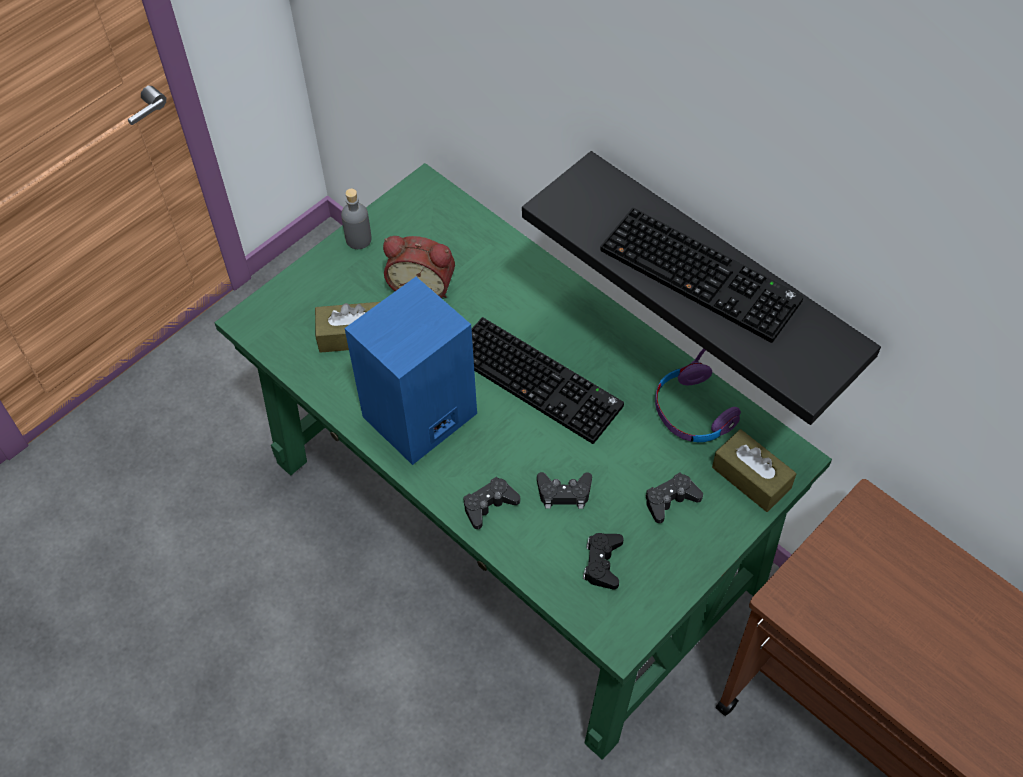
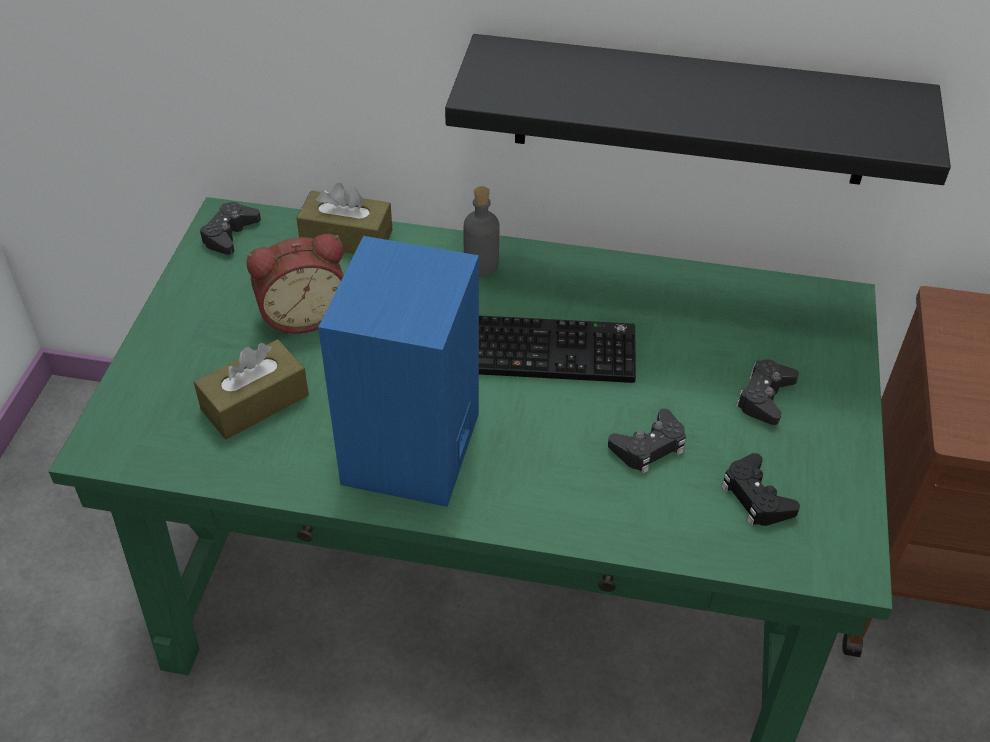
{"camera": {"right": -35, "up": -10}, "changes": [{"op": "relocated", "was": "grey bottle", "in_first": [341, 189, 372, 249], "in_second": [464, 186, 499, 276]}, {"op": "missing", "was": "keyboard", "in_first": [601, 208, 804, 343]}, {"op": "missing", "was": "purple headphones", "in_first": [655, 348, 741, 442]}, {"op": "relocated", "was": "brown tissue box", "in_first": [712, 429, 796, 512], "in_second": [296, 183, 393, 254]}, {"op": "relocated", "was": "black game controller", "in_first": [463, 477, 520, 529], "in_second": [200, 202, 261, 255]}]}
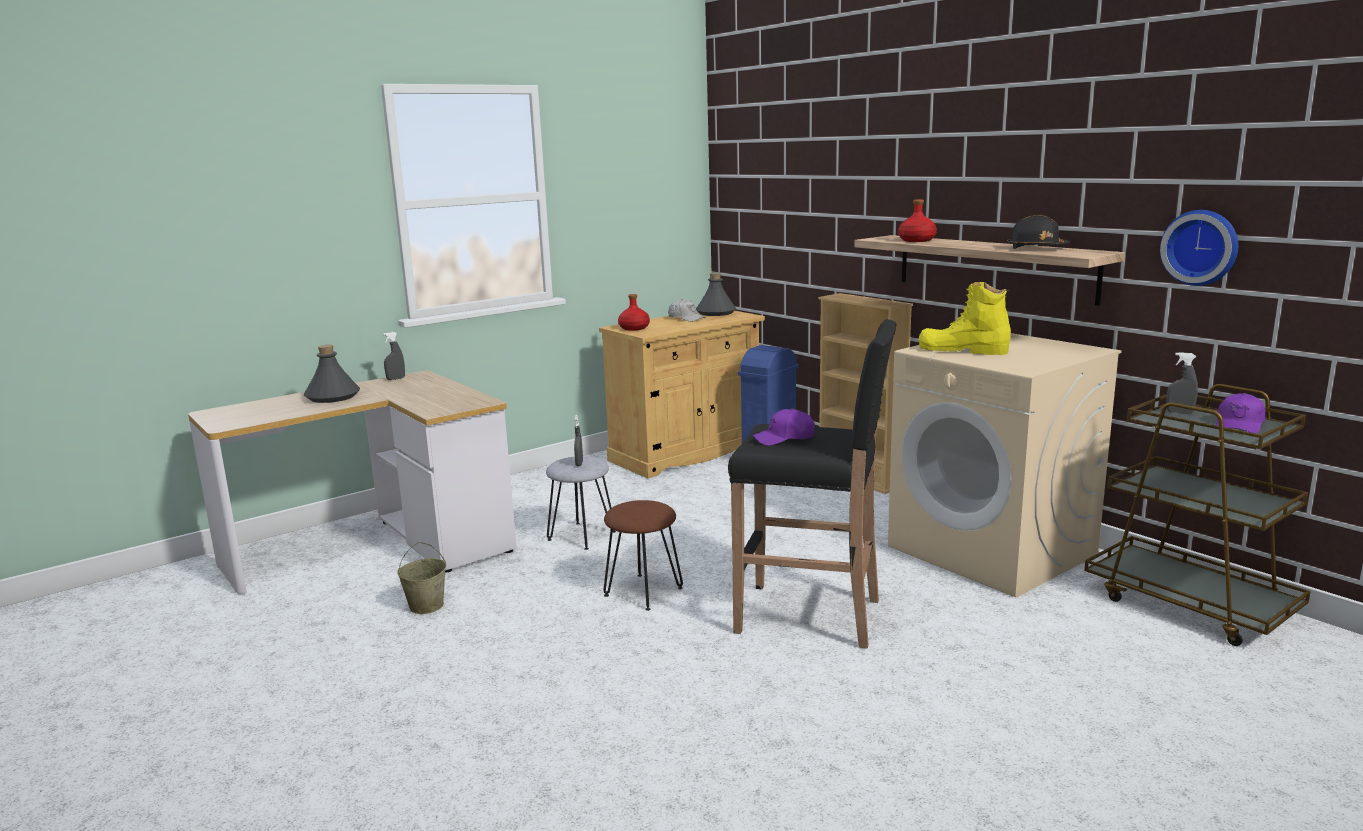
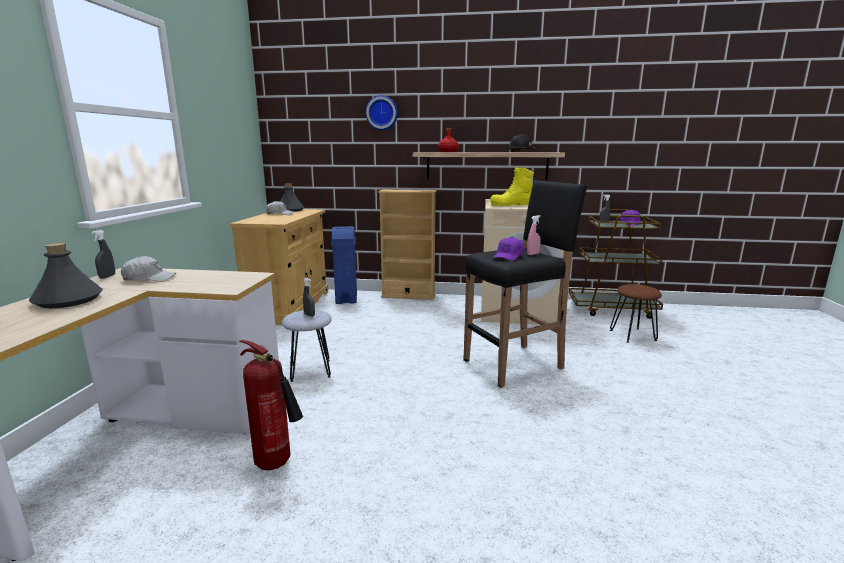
{"camera": {"right": -45, "up": 0}, "changes": [{"op": "relocated", "was": "wall clock", "in_first": [1160, 210, 1238, 286], "in_second": [366, 95, 398, 130]}, {"op": "missing", "was": "red bottle", "in_first": [618, 294, 650, 331]}, {"op": "relocated", "was": "brown stool", "in_first": [603, 500, 683, 611], "in_second": [610, 284, 662, 343]}, {"op": "exchanged", "was": "beige bucket", "now": "fire extinguisher", "in_first": [397, 542, 446, 614], "in_second": [239, 340, 303, 470]}, {"op": "appeared", "now": "pink spray bottle", "in_second": [527, 215, 541, 255]}, {"op": "appeared", "now": "white cap", "in_second": [121, 256, 176, 282]}]}
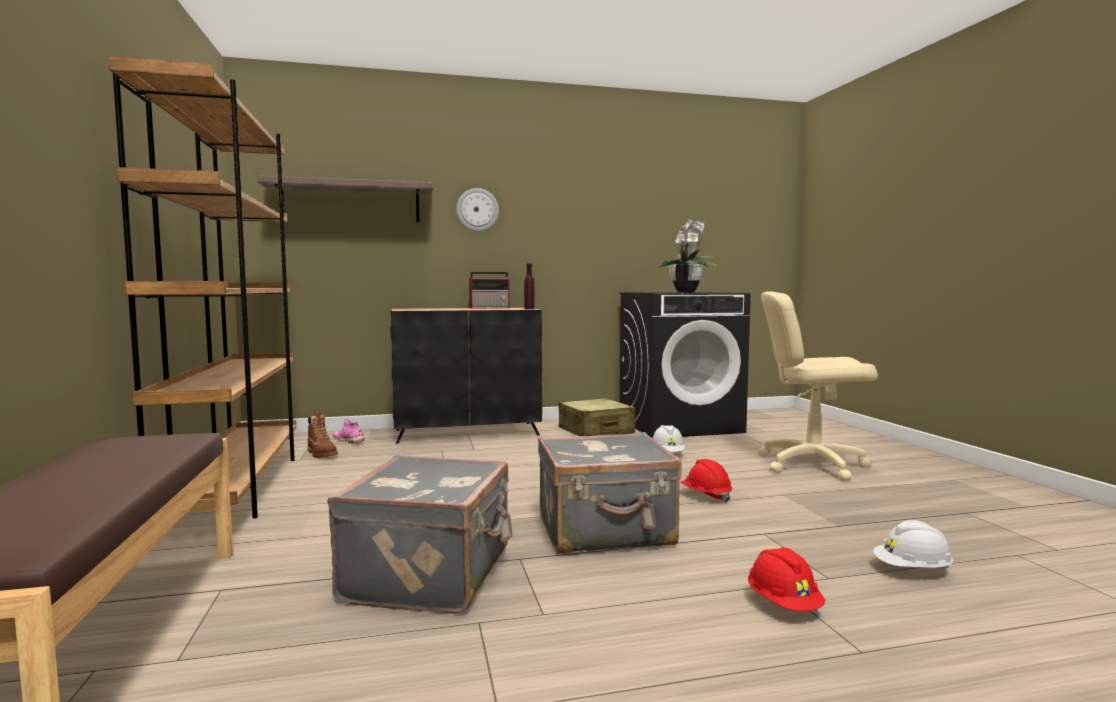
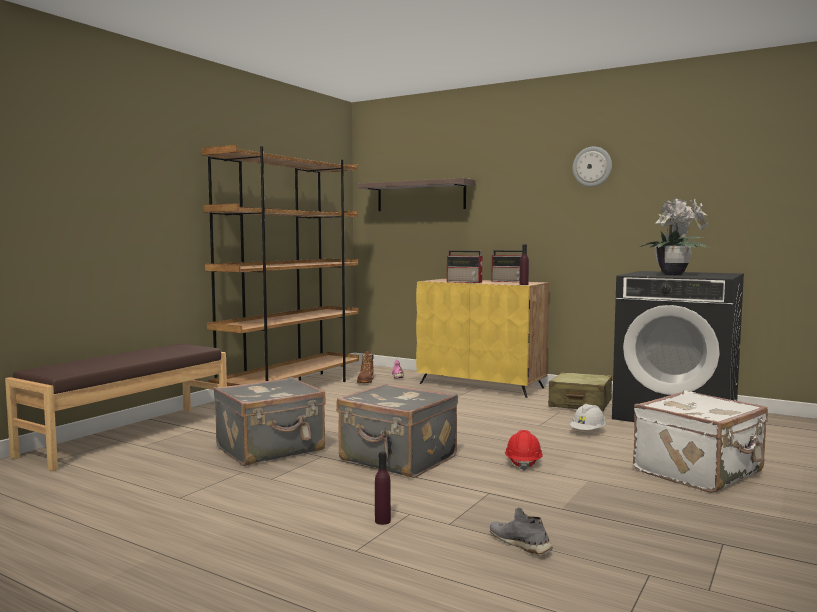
{"camera": {"right": 45, "up": 0}, "changes": [{"op": "relocated", "was": "wall clock", "in_first": [456, 188, 499, 232], "in_second": [573, 147, 612, 187]}, {"op": "exchanged", "was": "beige office chair", "now": "white suitcase", "in_first": [758, 291, 878, 481], "in_second": [633, 390, 768, 493]}, {"op": "colour", "was": "black cabinet", "now": "yellow cabinet", "in_first": [390, 308, 542, 444], "in_second": [416, 279, 549, 398]}, {"op": "exchanged", "was": "white hard hat", "now": "grey shoe", "in_first": [873, 520, 954, 569], "in_second": [490, 508, 553, 556]}, {"op": "exchanged", "was": "red hard hat", "now": "purple bottle", "in_first": [748, 547, 825, 611], "in_second": [375, 451, 391, 525]}, {"op": "appeared", "now": "radio", "in_second": [447, 250, 483, 283]}]}
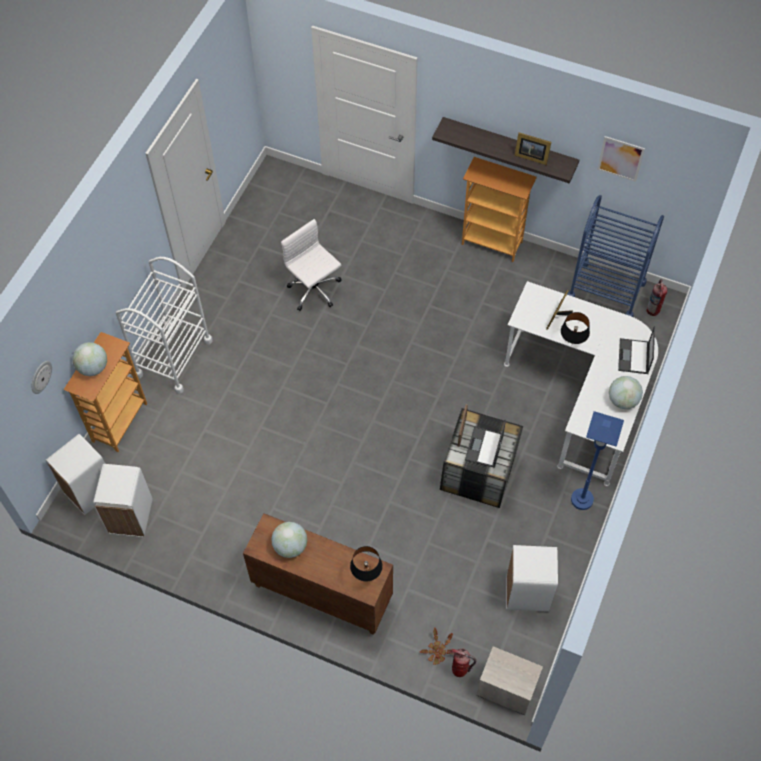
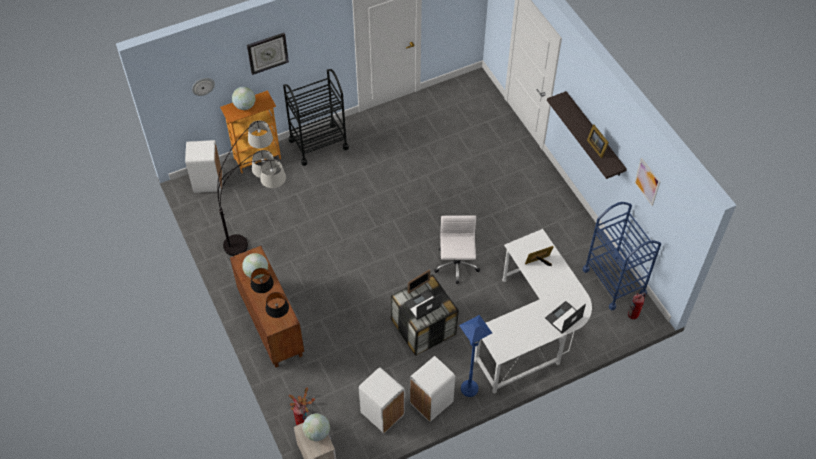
{"camera": {"right": 40, "up": -5}, "changes": [{"op": "missing", "was": "bookcase", "in_first": [462, 157, 537, 262]}, {"op": "relocated", "was": "white office chair", "in_first": [281, 219, 342, 311], "in_second": [434, 216, 480, 284]}, {"op": "colour", "was": "white cart", "now": "black cart", "in_first": [116, 257, 213, 394], "in_second": [283, 69, 349, 166]}, {"op": "relocated", "was": "black table lamp", "in_first": [561, 312, 590, 344], "in_second": [251, 268, 274, 295]}, {"op": "relocated", "was": "globe", "in_first": [609, 376, 643, 409], "in_second": [303, 414, 330, 441]}, {"op": "relocated", "was": "white trash can", "in_first": [93, 464, 153, 537], "in_second": [410, 356, 455, 422]}, {"op": "appeared", "now": "wall clock", "in_second": [247, 33, 289, 75]}, {"op": "appeared", "now": "floor lamp", "in_second": [217, 121, 286, 256]}]}
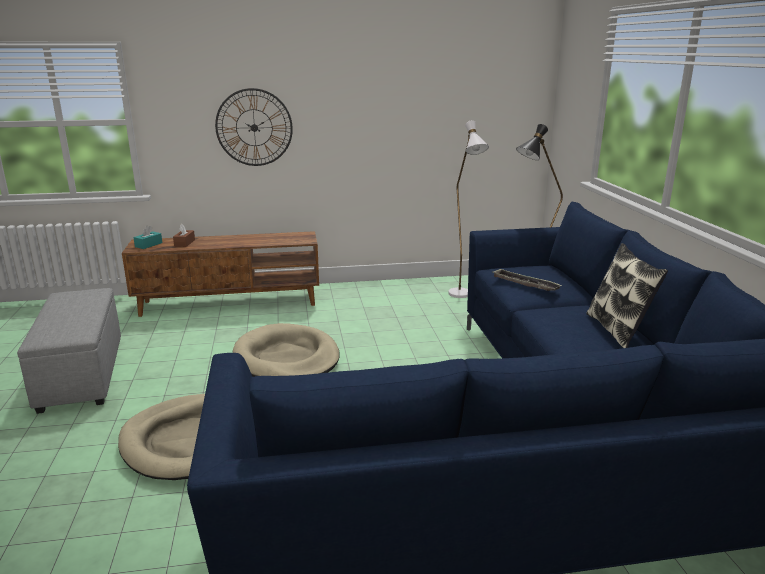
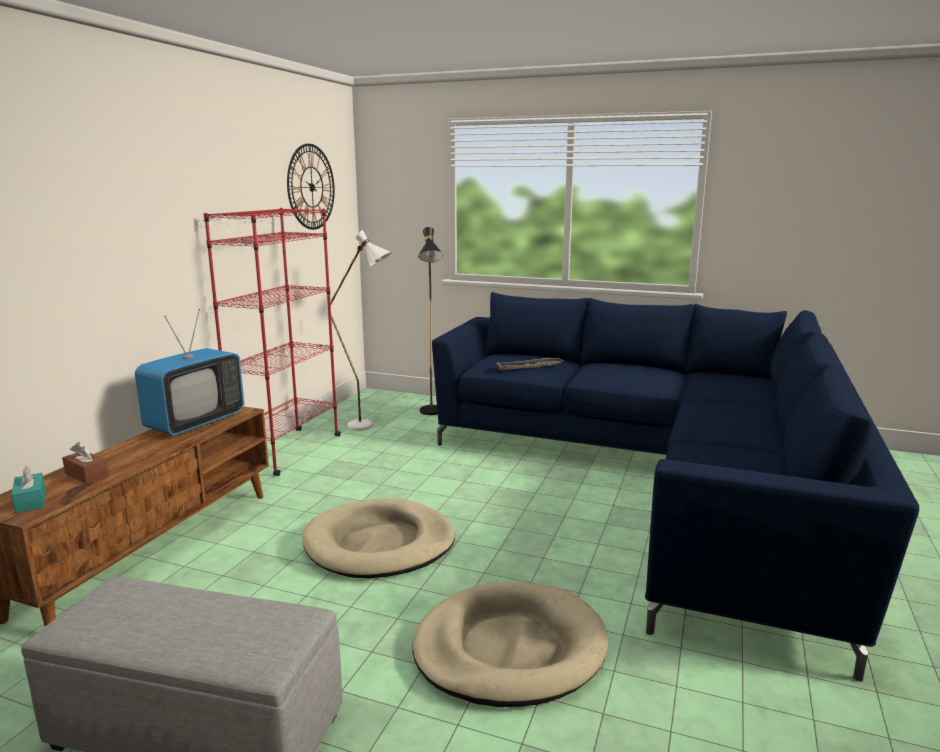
{"camera": {"right": -60, "up": -5}, "changes": [{"op": "relocated", "was": "wall clock", "in_first": [215, 88, 293, 166], "in_second": [287, 144, 335, 230]}, {"op": "missing", "was": "pillow", "in_first": [586, 243, 668, 348]}, {"op": "appeared", "now": "red bookcase", "in_second": [204, 208, 341, 476]}, {"op": "appeared", "now": "television", "in_second": [135, 309, 244, 435]}]}
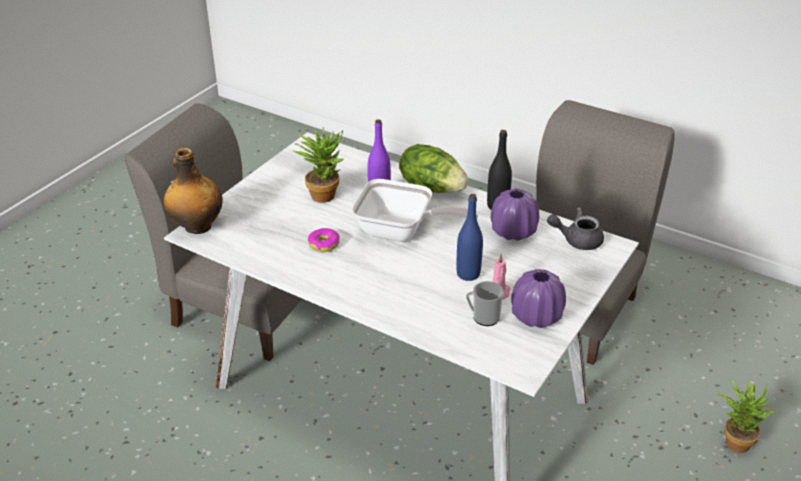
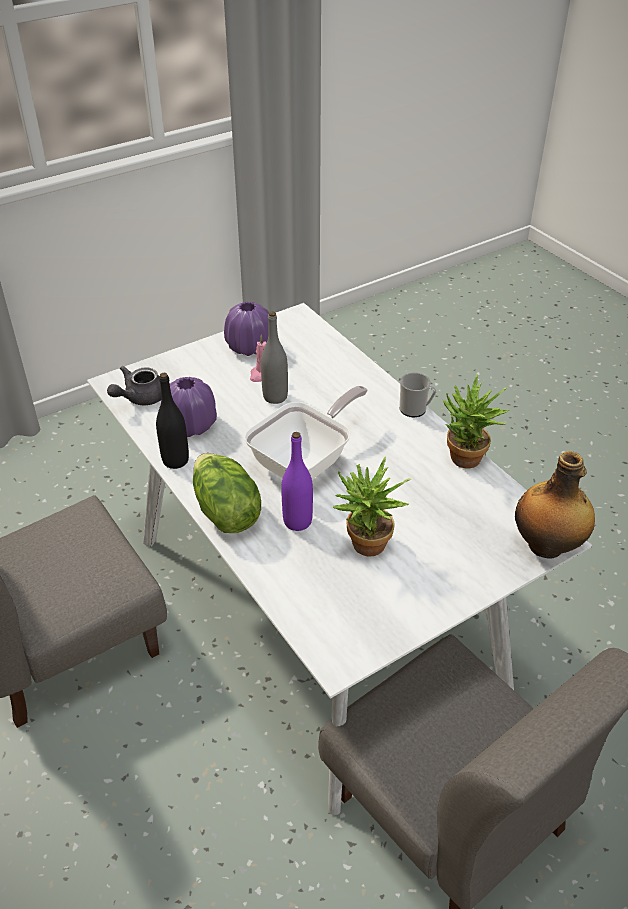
{"camera": {"right": -155, "up": 5}, "changes": [{"op": "spun", "was": "frying pan", "in_first": [352, 179, 478, 242], "in_second": [244, 386, 368, 480], "clockwise": 90}, {"op": "colour", "was": "blue bottle", "now": "grey bottle", "in_first": [456, 194, 483, 281], "in_second": [261, 311, 288, 404]}, {"op": "spun", "was": "grey teapot", "in_first": [547, 207, 604, 250], "in_second": [107, 366, 162, 405], "clockwise": 105}, {"op": "missing", "was": "donut", "in_first": [308, 228, 340, 252]}, {"op": "relocated", "was": "mug", "in_first": [466, 281, 504, 326], "in_second": [399, 373, 436, 417]}, {"op": "relocated", "was": "potted plant", "in_first": [717, 379, 775, 453], "in_second": [443, 374, 509, 468]}]}
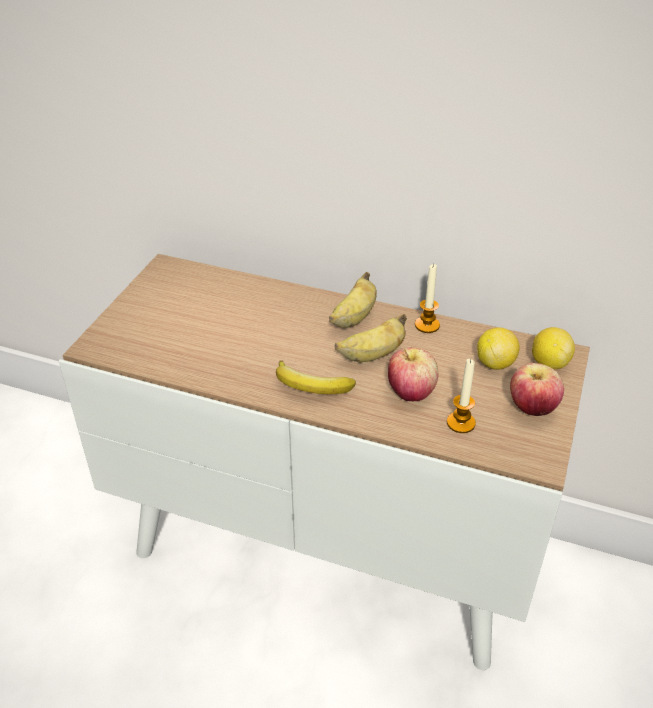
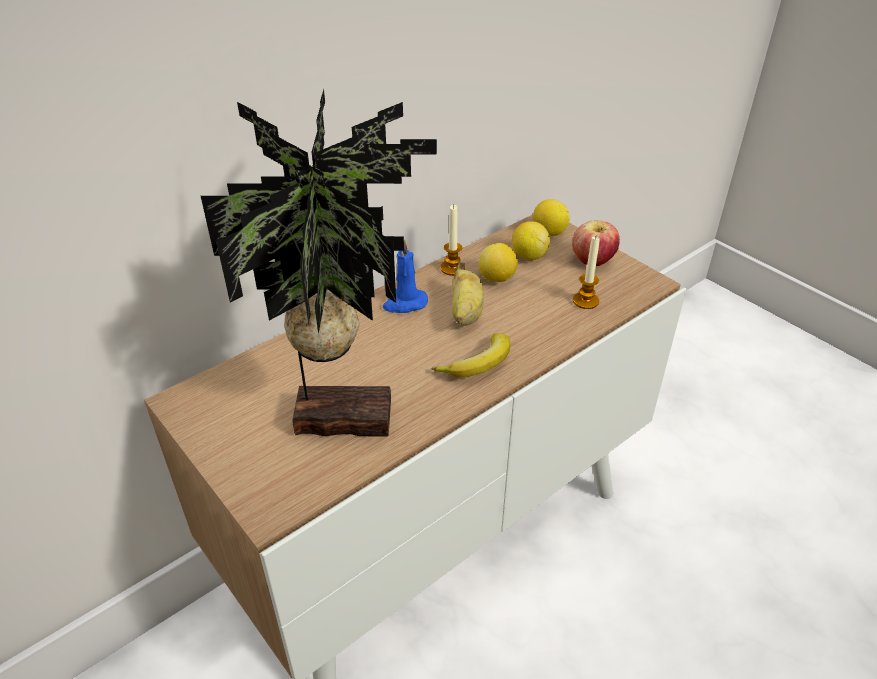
{"camera": {"right": -60, "up": 0}, "changes": [{"op": "exchanged", "was": "banana", "now": "blue candle", "in_first": [329, 272, 377, 328], "in_second": [383, 240, 428, 313]}, {"op": "missing", "was": "apple", "in_first": [388, 347, 438, 401]}, {"op": "appeared", "now": "potted plant", "in_second": [201, 89, 437, 437]}, {"op": "appeared", "now": "lemon", "in_second": [479, 243, 518, 282]}]}
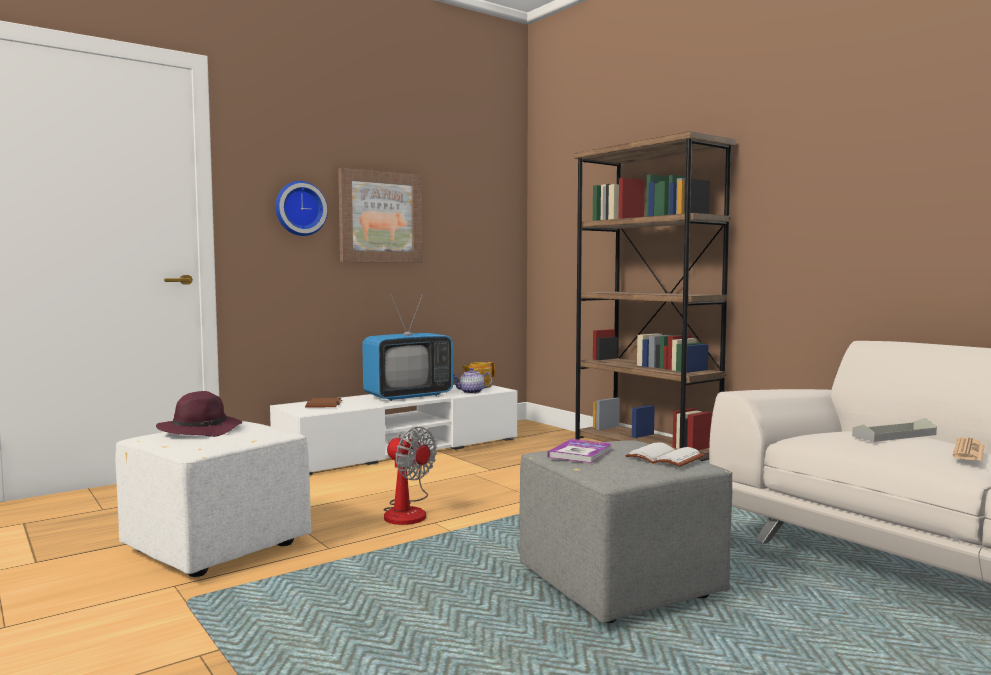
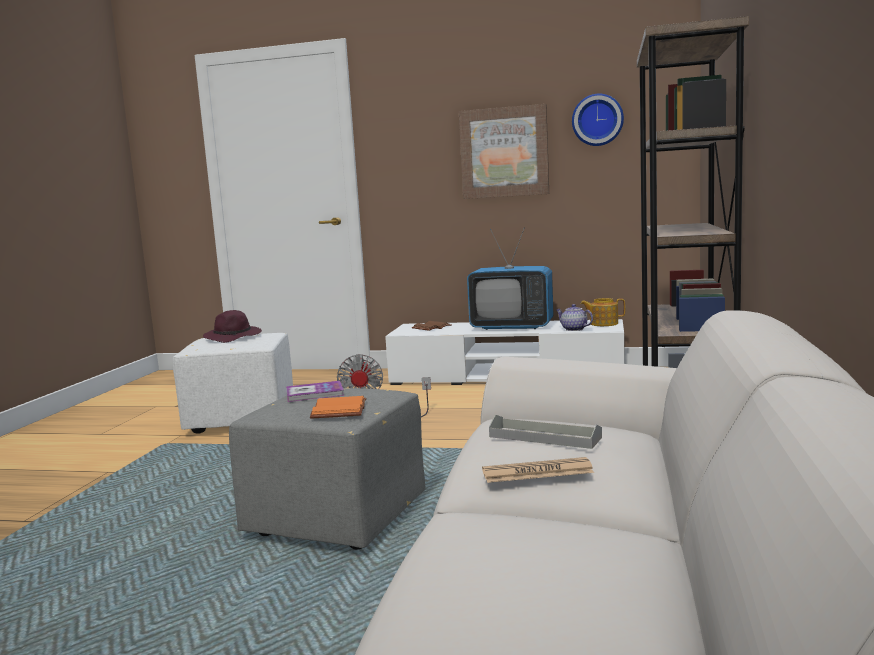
{"camera": {"right": 50, "up": 5}, "changes": [{"op": "relocated", "was": "wall clock", "in_first": [275, 181, 328, 236], "in_second": [572, 94, 624, 146]}, {"op": "colour", "was": "white book", "now": "orange book", "in_first": [625, 442, 704, 467], "in_second": [310, 396, 367, 419]}]}
